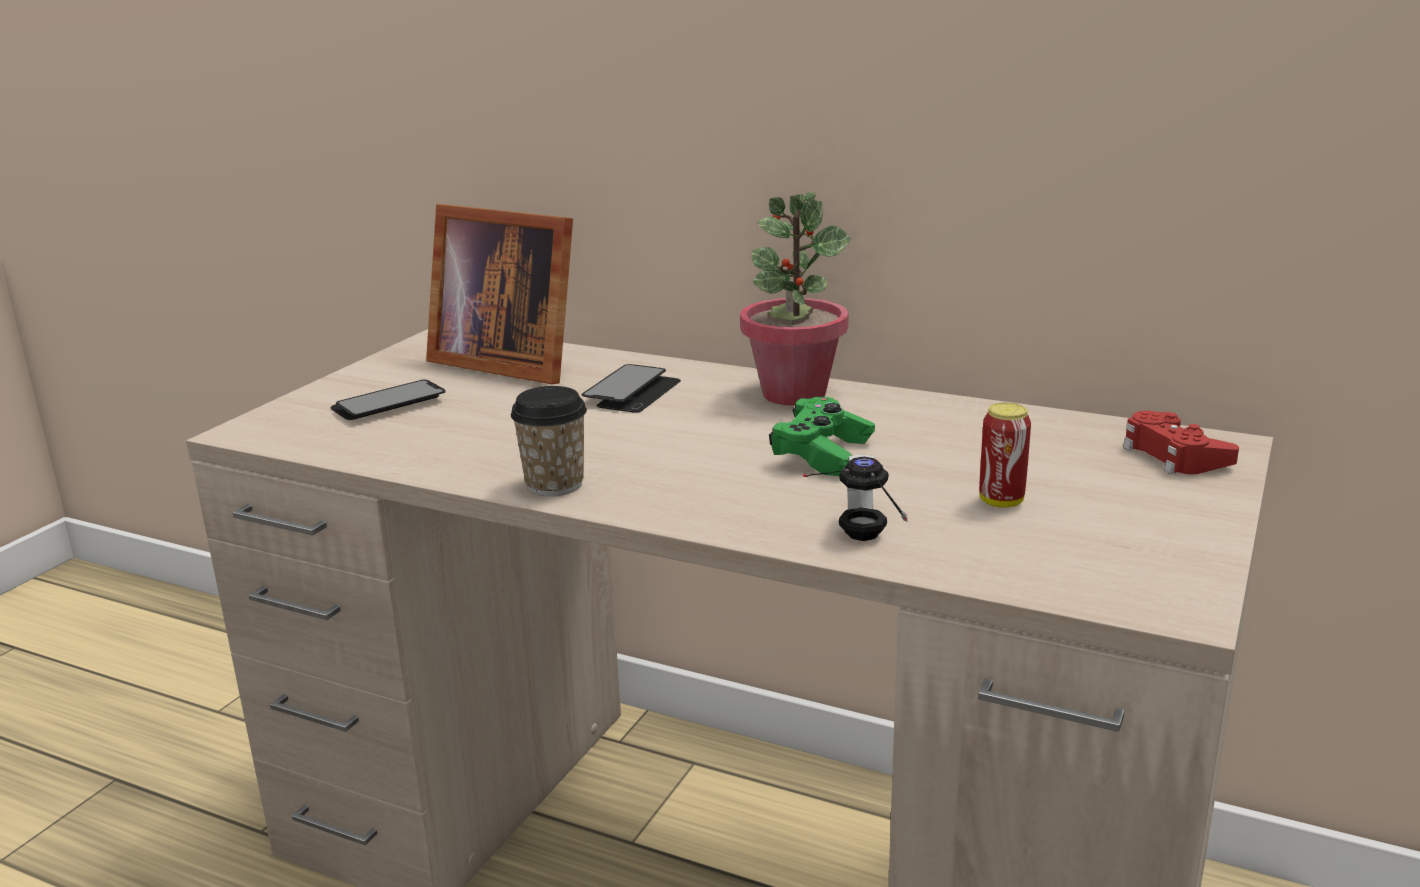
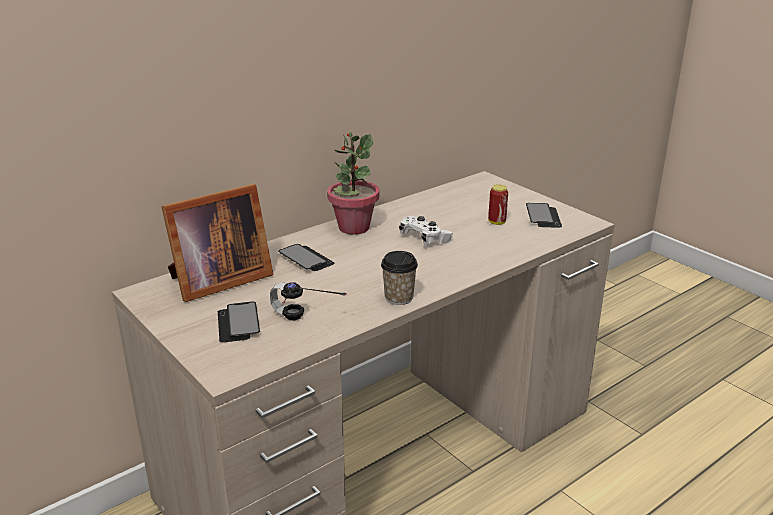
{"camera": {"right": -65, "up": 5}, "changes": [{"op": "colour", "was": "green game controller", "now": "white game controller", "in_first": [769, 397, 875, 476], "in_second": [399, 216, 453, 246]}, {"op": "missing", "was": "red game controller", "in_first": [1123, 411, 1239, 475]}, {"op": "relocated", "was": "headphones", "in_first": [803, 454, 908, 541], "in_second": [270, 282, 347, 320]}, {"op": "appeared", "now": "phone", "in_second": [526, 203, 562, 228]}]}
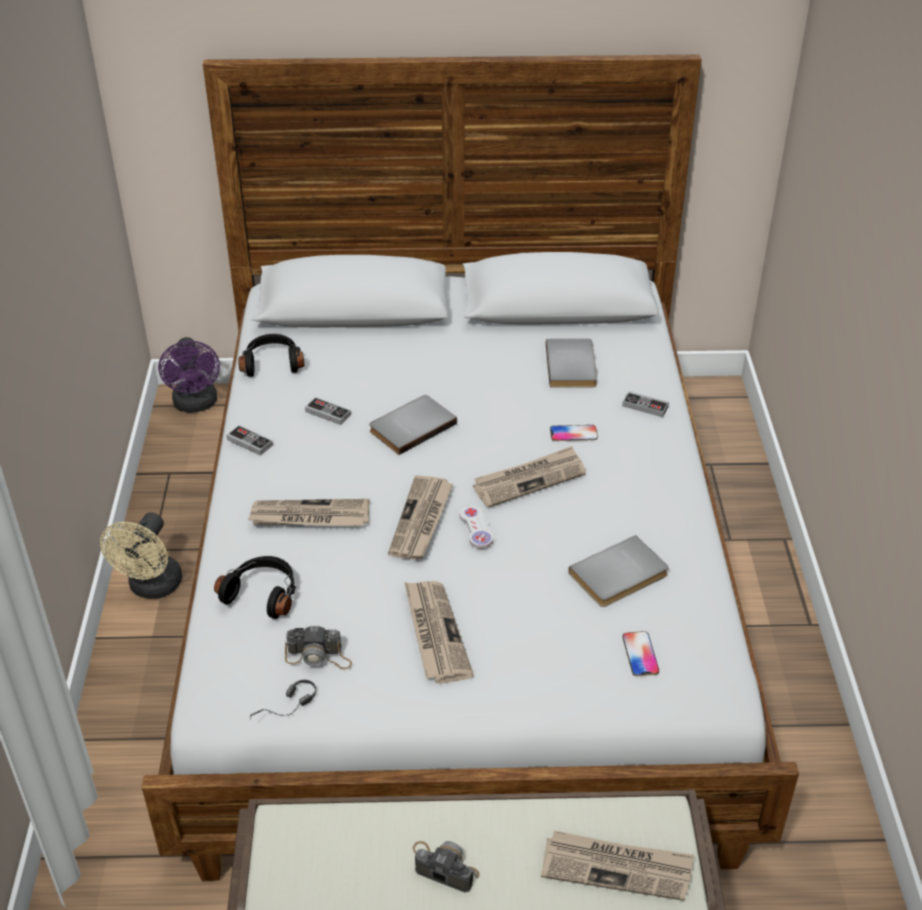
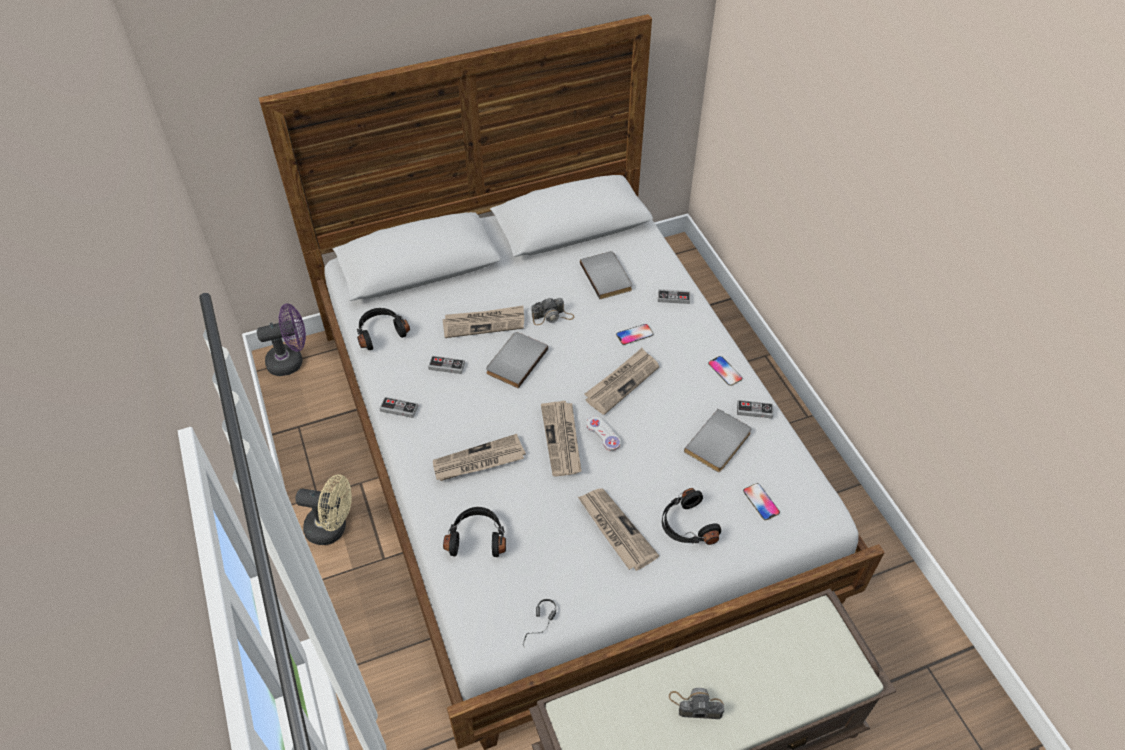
{"camera": {"right": -20, "up": 10}, "changes": [{"op": "spun", "was": "purple fan", "in_first": [158, 337, 220, 413], "in_second": [257, 304, 306, 376], "clockwise": -75}, {"op": "spun", "was": "beige fan", "in_first": [100, 512, 182, 599], "in_second": [295, 474, 352, 545], "clockwise": -75}, {"op": "relocated", "was": "photo camera", "in_first": [285, 625, 352, 669], "in_second": [531, 298, 574, 325]}, {"op": "relocated", "was": "newspaper", "in_first": [541, 831, 694, 901], "in_second": [442, 306, 524, 338]}, {"op": "appeared", "now": "phone", "in_second": [708, 356, 742, 386]}, {"op": "appeared", "now": "game controller", "in_second": [737, 400, 773, 419]}, {"op": "appeared", "now": "black headphones", "in_second": [662, 488, 721, 545]}]}
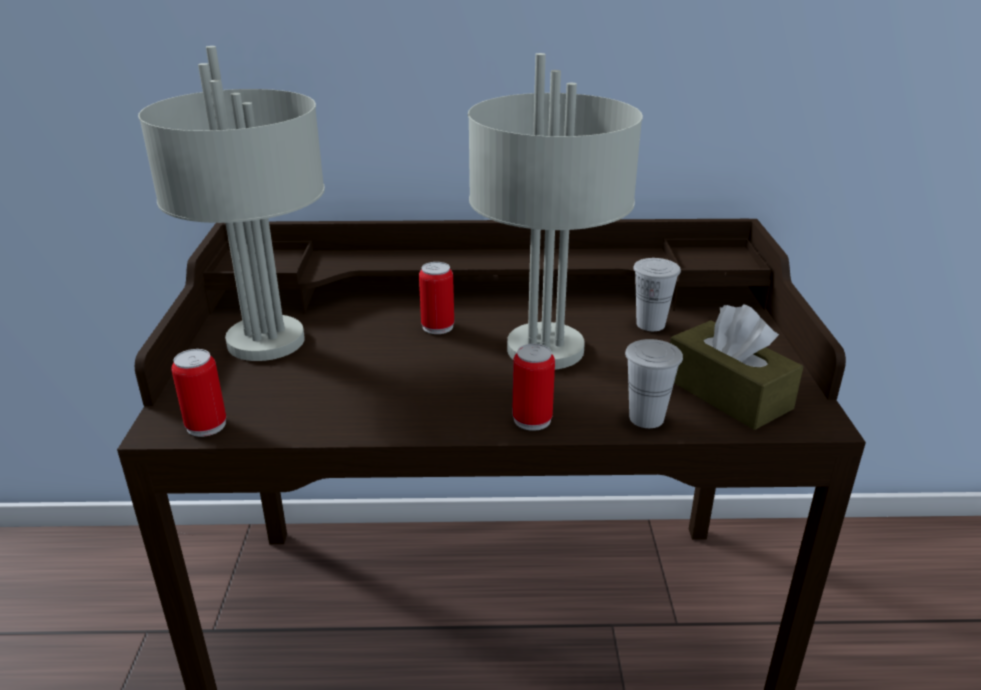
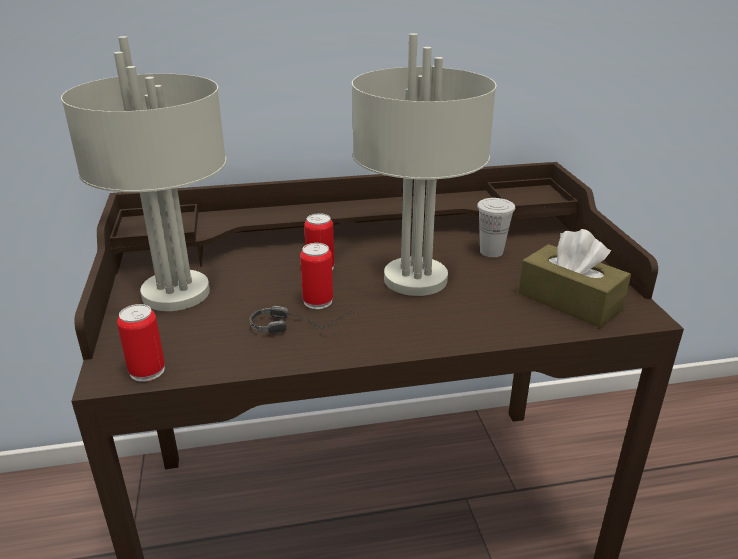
{"camera": {"right": -10, "up": 0}, "changes": [{"op": "missing", "was": "white cup", "in_first": [625, 339, 683, 428]}, {"op": "relocated", "was": "can", "in_first": [512, 344, 555, 431], "in_second": [300, 243, 333, 309]}, {"op": "appeared", "now": "headphones", "in_second": [250, 306, 356, 334]}]}
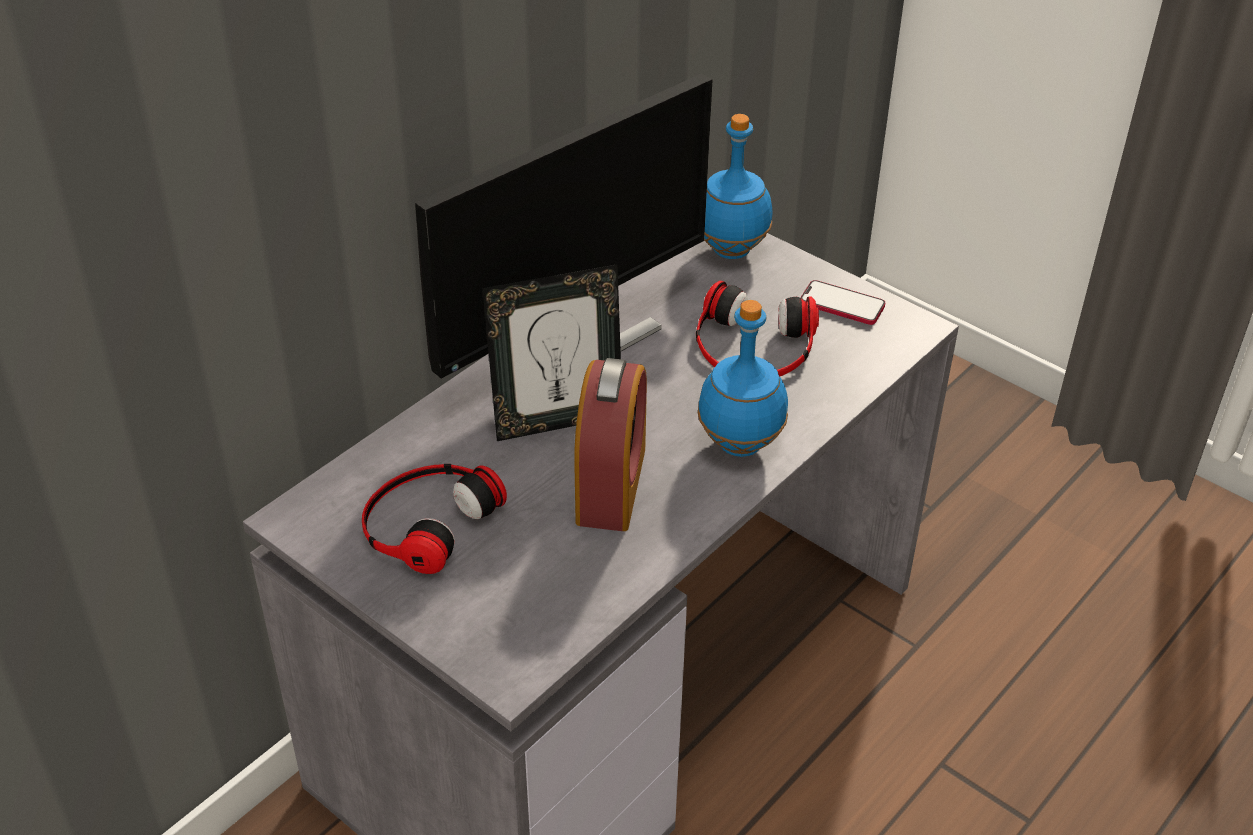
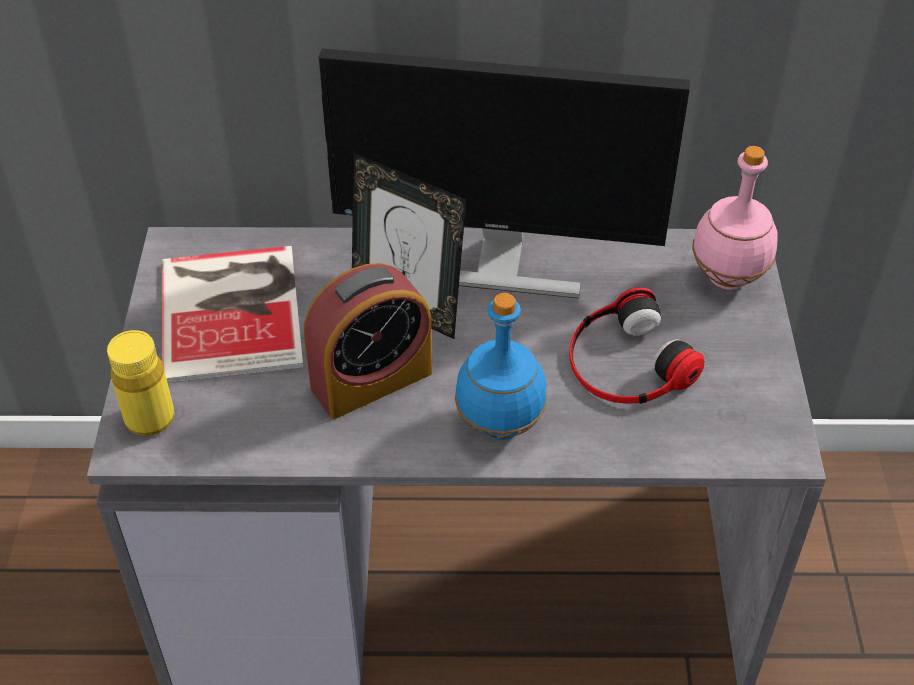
{"camera": {"right": 50, "up": 5}, "changes": [{"op": "colour", "was": "blue bottle", "now": "pink bottle", "in_first": [704, 114, 773, 259], "in_second": [692, 146, 778, 290]}, {"op": "missing", "was": "phone", "in_first": [800, 280, 885, 325]}, {"op": "exchanged", "was": "headphones", "now": "book", "in_first": [362, 464, 507, 574], "in_second": [162, 246, 303, 383]}, {"op": "appeared", "now": "yellow bottle", "in_second": [107, 330, 174, 436]}]}
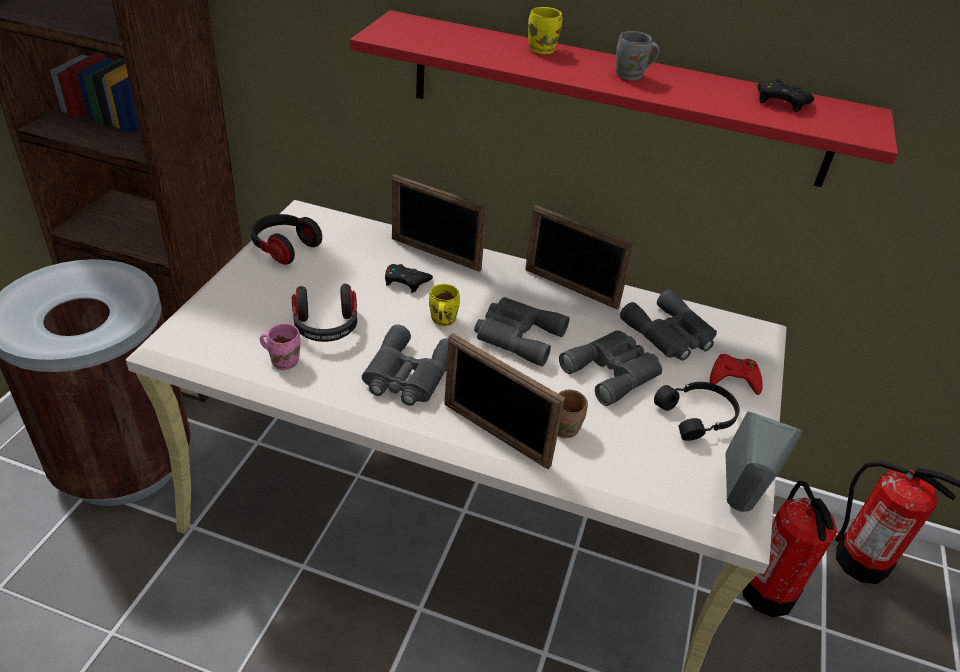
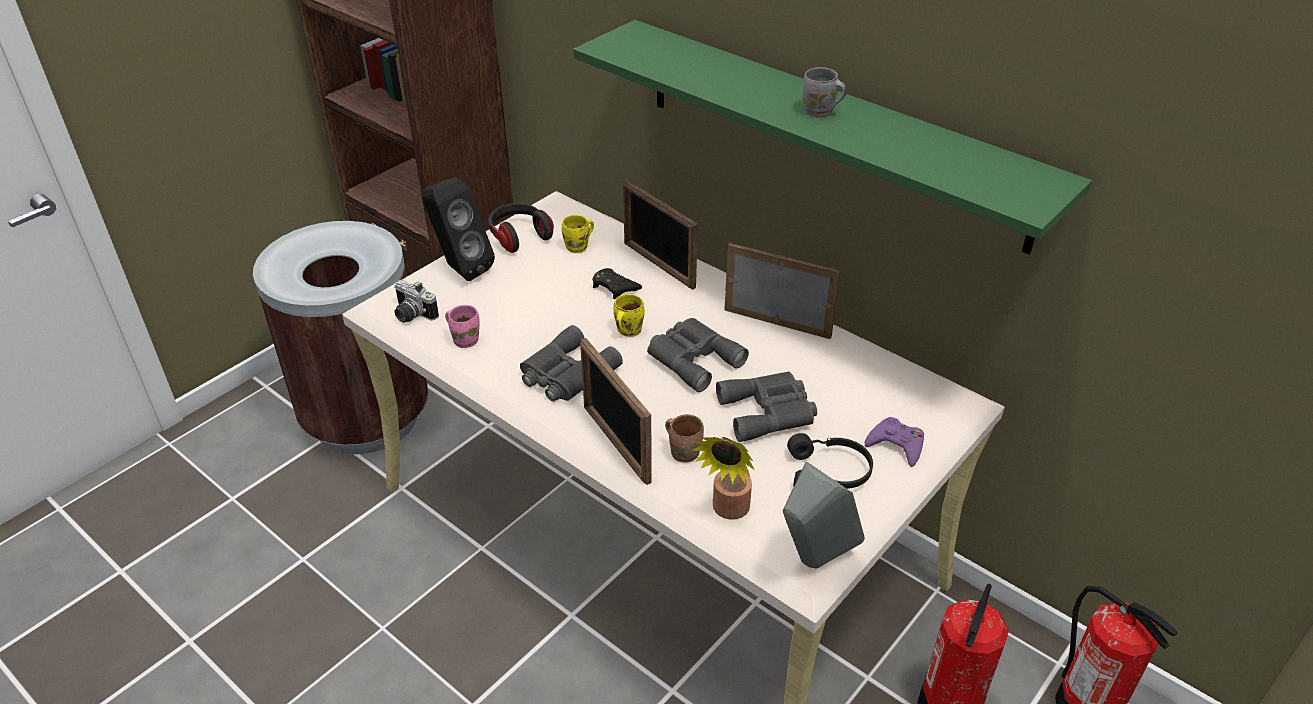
{"camera": {"right": 25, "up": 0}, "changes": [{"op": "relocated", "was": "yellow mug", "in_first": [528, 7, 563, 54], "in_second": [562, 215, 594, 253]}, {"op": "colour", "was": "red shelf", "now": "green shelf", "in_first": [350, 10, 898, 187], "in_second": [573, 20, 1092, 255]}, {"op": "missing", "was": "black game controller", "in_first": [757, 79, 814, 112]}, {"op": "spun", "was": "picture frame", "in_first": [525, 205, 634, 310], "in_second": [724, 243, 841, 339], "clockwise": 150}, {"op": "missing", "was": "headphones", "in_first": [292, 284, 357, 342]}, {"op": "missing", "was": "grey binoculars", "in_first": [620, 289, 717, 361]}, {"op": "colour", "was": "red game controller", "now": "purple game controller", "in_first": [710, 354, 763, 395], "in_second": [865, 417, 924, 467]}, {"op": "appeared", "now": "black speaker", "in_second": [422, 177, 495, 281]}, {"op": "appeared", "now": "photo camera", "in_second": [394, 280, 439, 323]}, {"op": "appeared", "now": "potted plant", "in_second": [692, 437, 755, 520]}]}
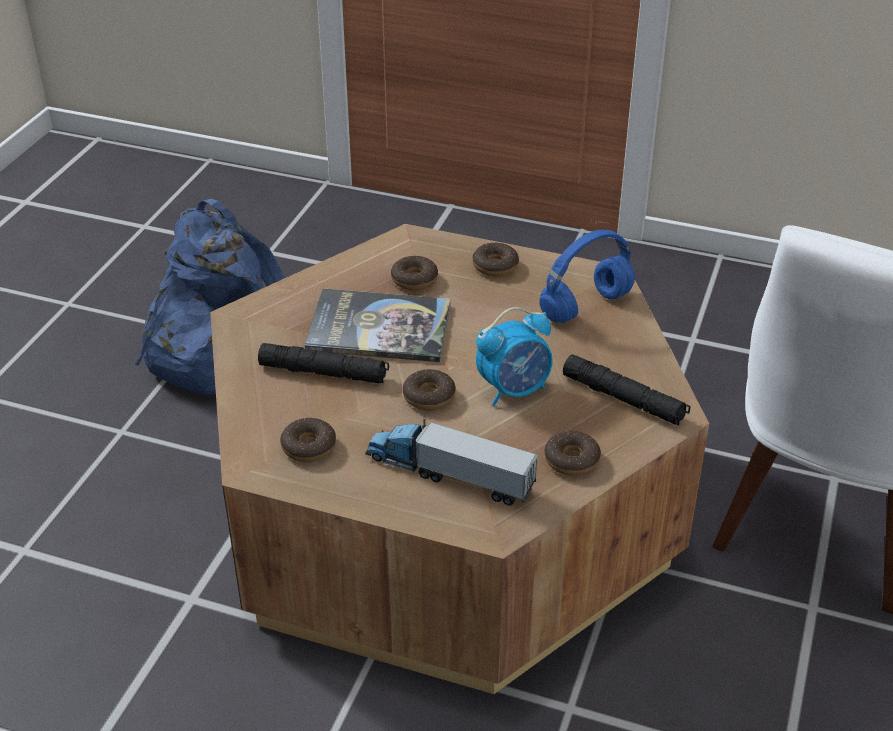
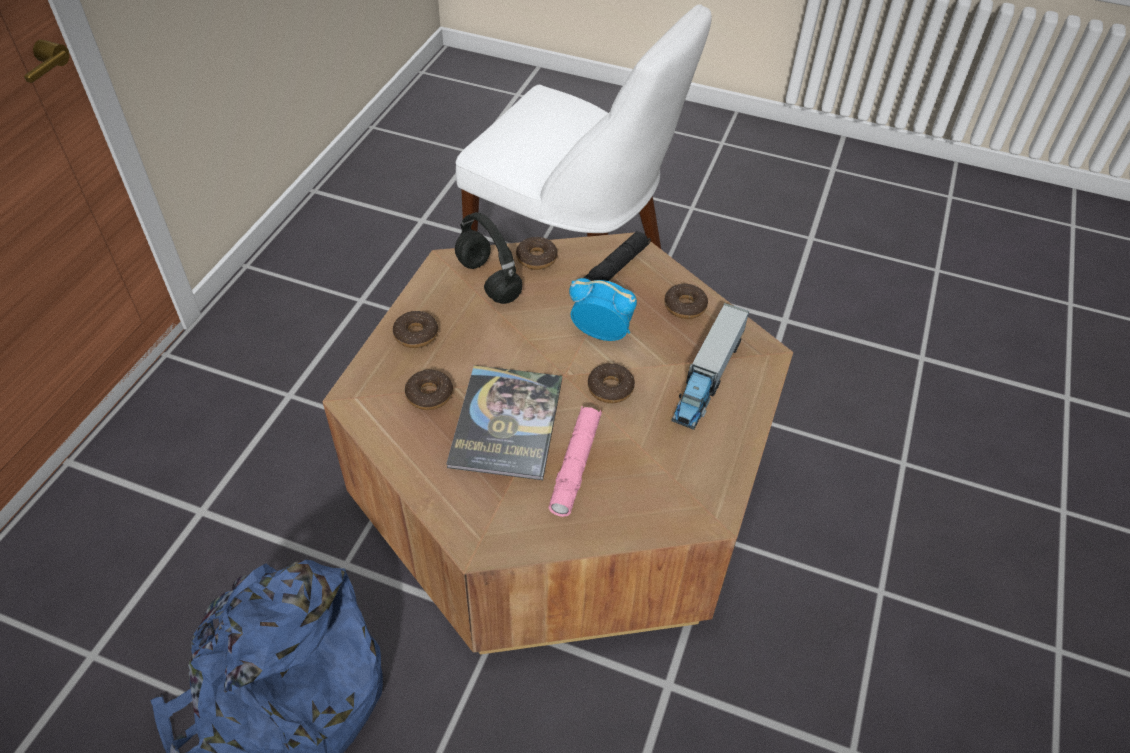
{"camera": {"right": -90, "up": 10}, "changes": [{"op": "colour", "was": "blue headphones", "now": "black headphones", "in_first": [539, 230, 635, 323], "in_second": [455, 212, 522, 304]}, {"op": "spun", "was": "alarm clock", "in_first": [476, 307, 553, 406], "in_second": [569, 278, 637, 341], "clockwise": -45}, {"op": "colour", "was": "black flashlight", "now": "pink flashlight", "in_first": [258, 343, 389, 384], "in_second": [548, 406, 602, 517]}, {"op": "relocated", "was": "donut", "in_first": [280, 418, 336, 462], "in_second": [516, 237, 557, 270]}]}
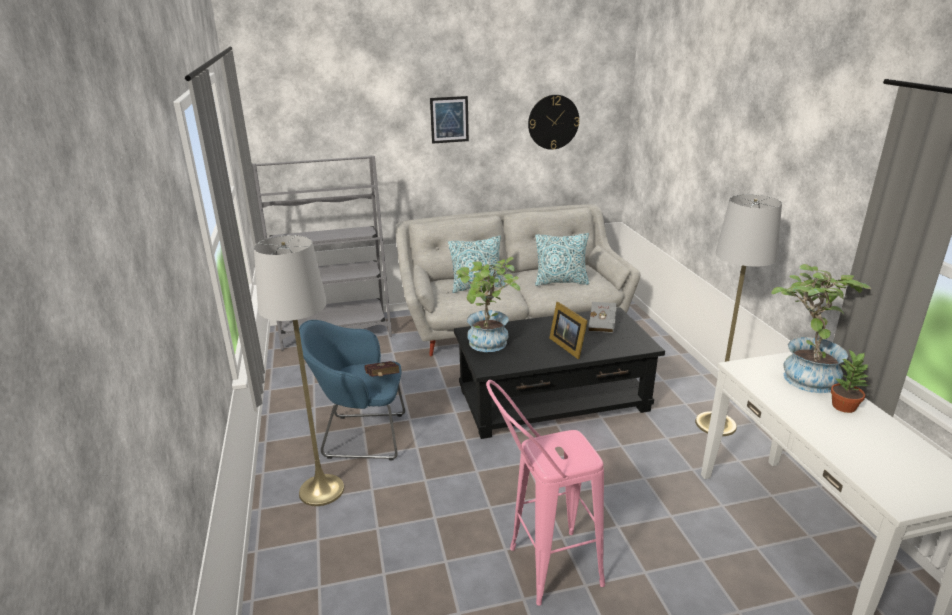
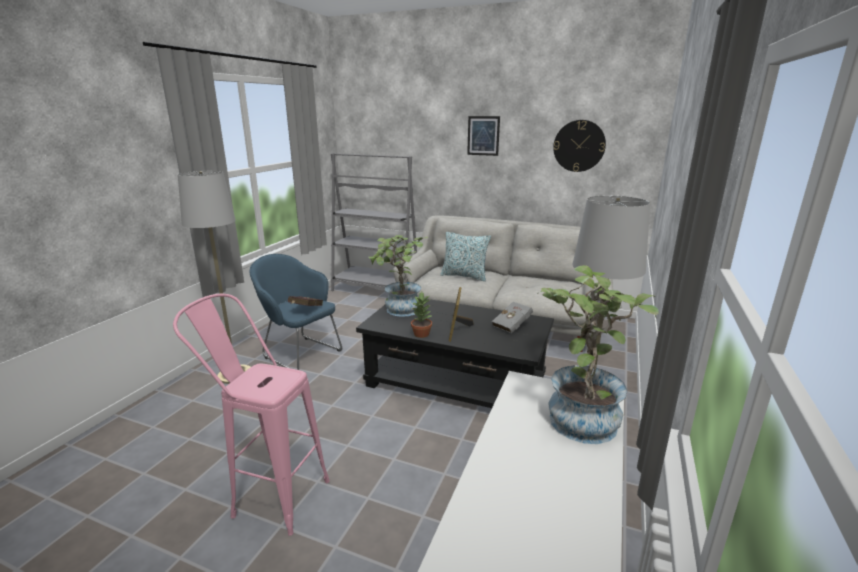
{"camera": {"right": 35, "up": -5}, "changes": [{"op": "missing", "was": "pillow", "in_first": [535, 233, 589, 286]}, {"op": "relocated", "was": "potted plant", "in_first": [831, 349, 870, 413], "in_second": [411, 292, 432, 338]}]}
